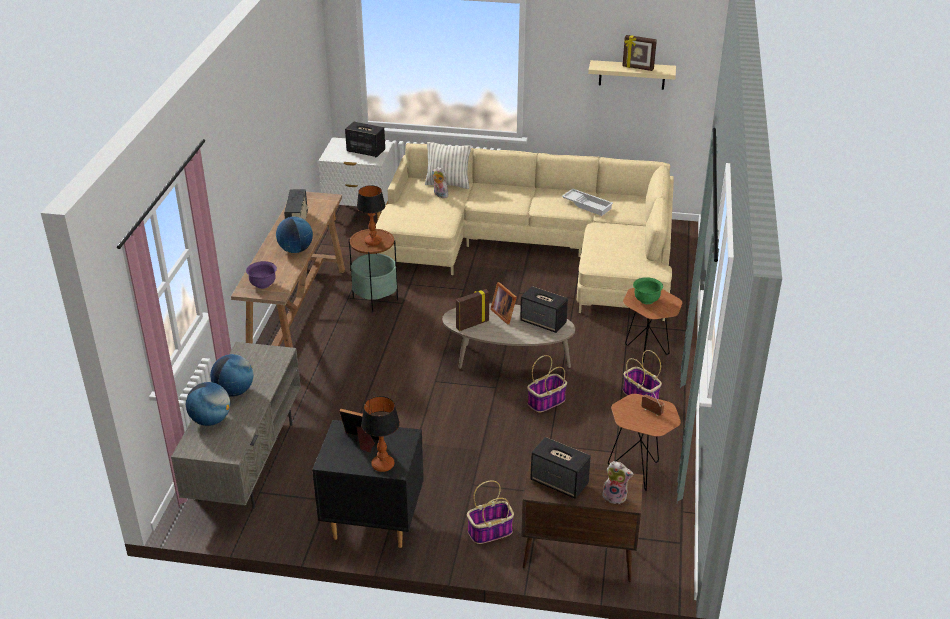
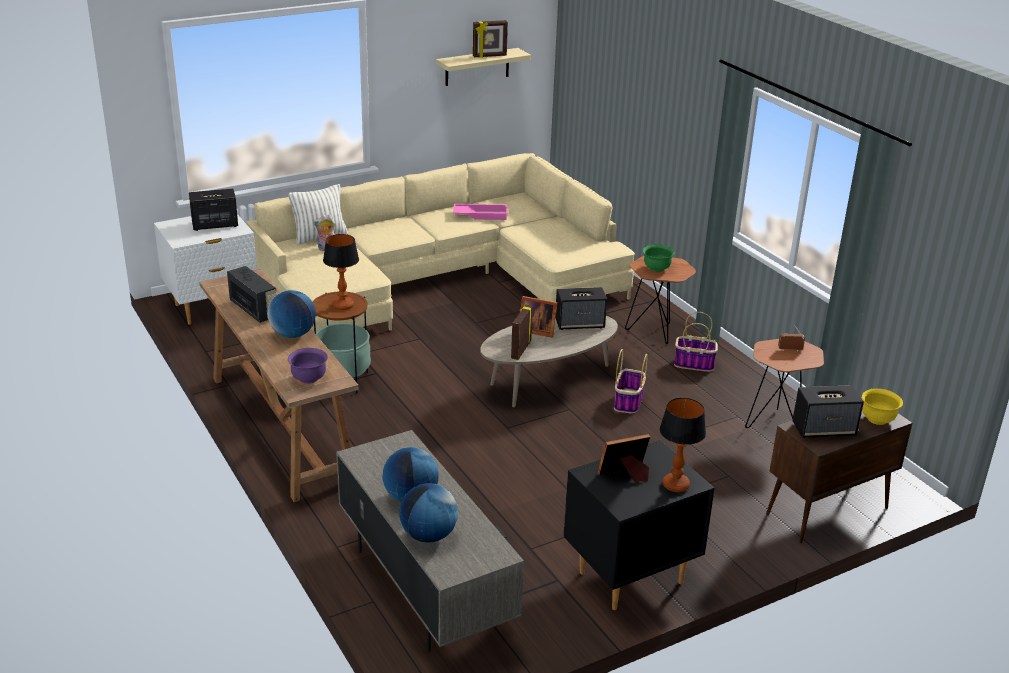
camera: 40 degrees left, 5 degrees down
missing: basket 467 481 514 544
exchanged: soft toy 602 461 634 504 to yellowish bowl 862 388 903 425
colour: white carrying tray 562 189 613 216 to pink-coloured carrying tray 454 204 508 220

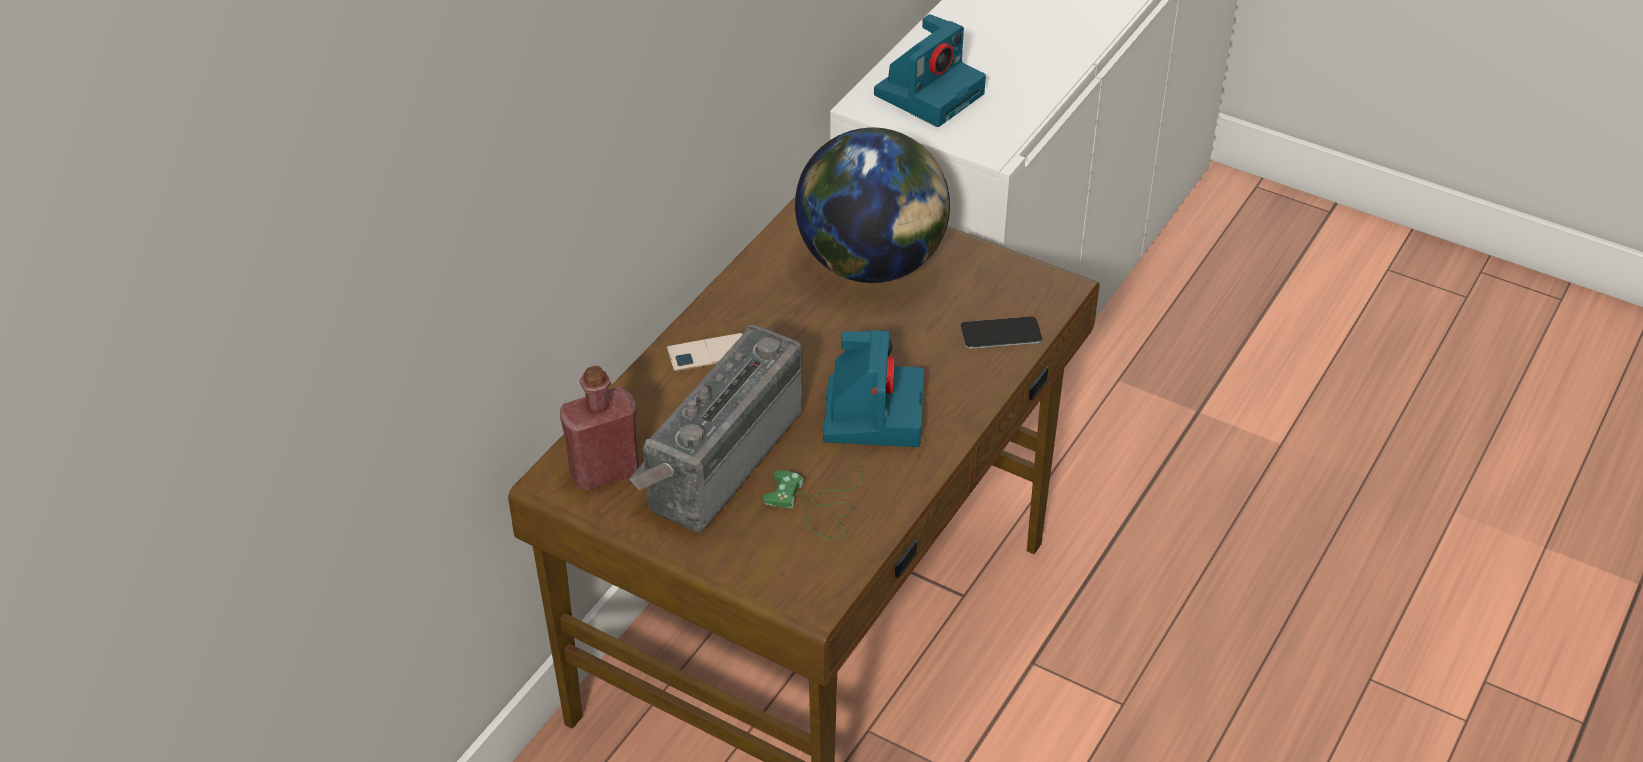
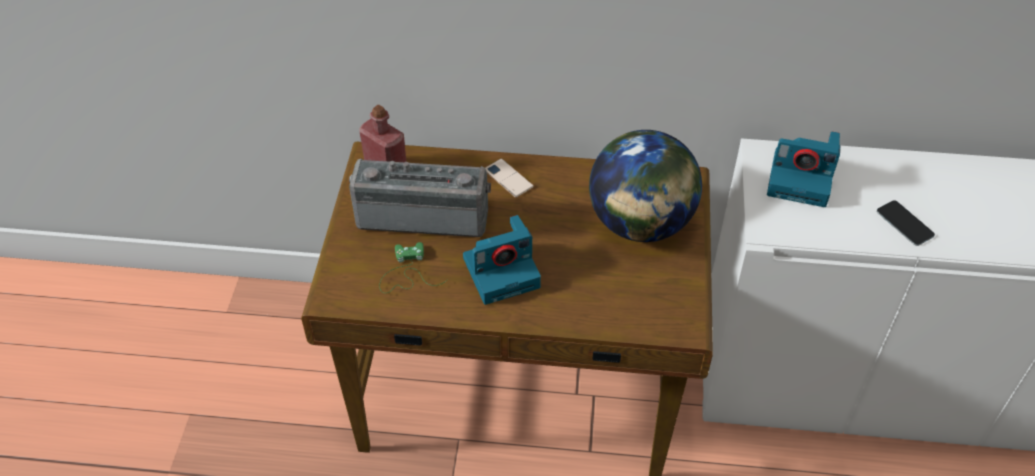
camera: 65 degrees right, 5 degrees up
relocated: phone 960 316 1042 349 to 877 200 935 246

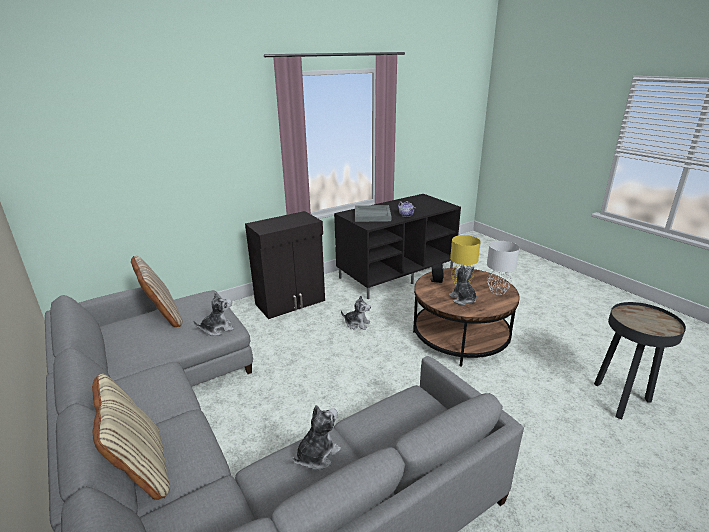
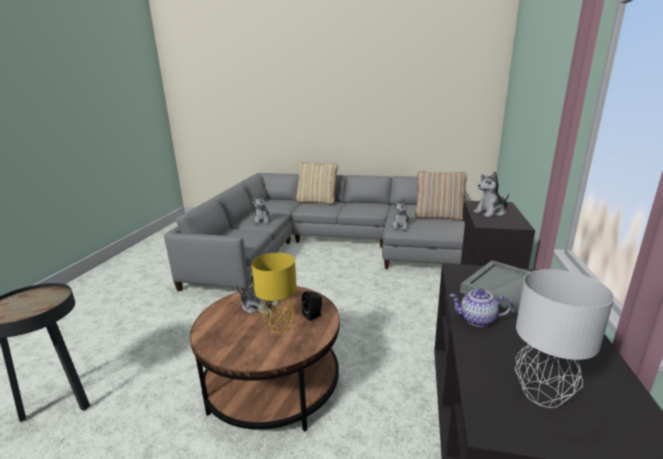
camera: 135 degrees right, 5 degrees down
relocated: soft toy 341 295 371 330 to 473 171 509 217; grey table lamp 487 241 519 295 to 515 269 614 408

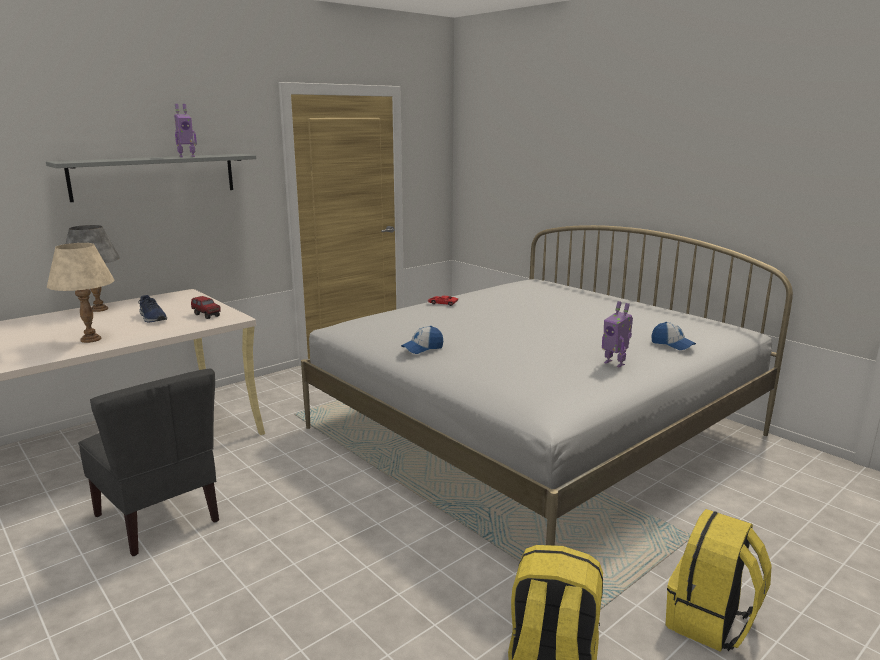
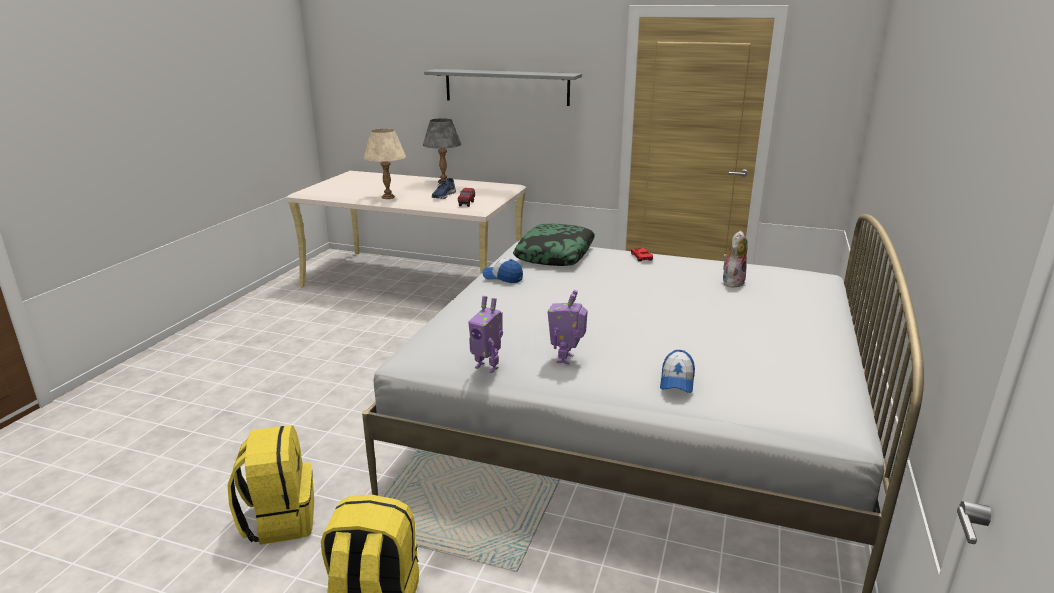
camera: 60 degrees right, 5 degrees up
missing: grey upright chair 78 369 219 556
appeared: cushion 513 224 595 266; soft toy 723 231 748 288
relocated: toy robot 174 104 197 157 to 468 296 503 373

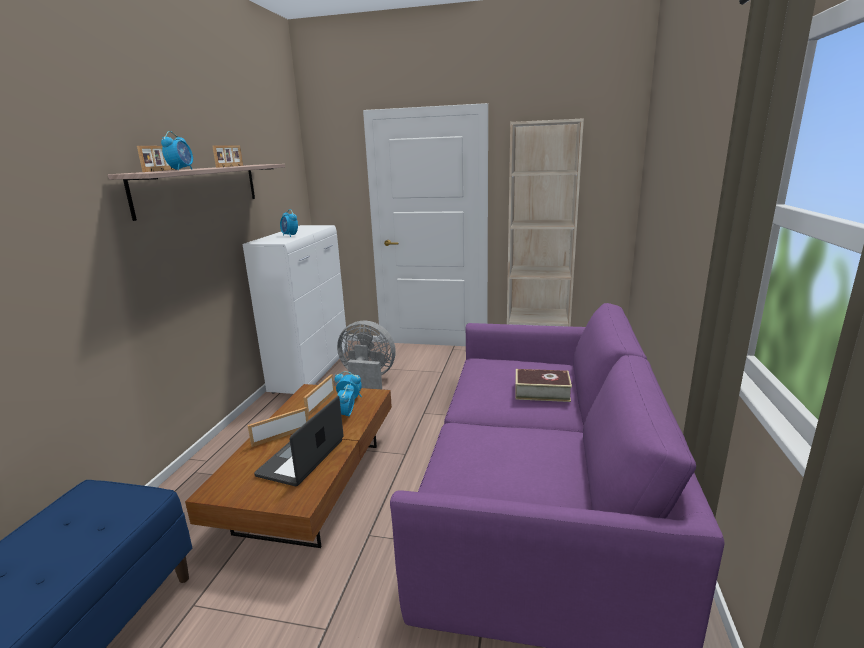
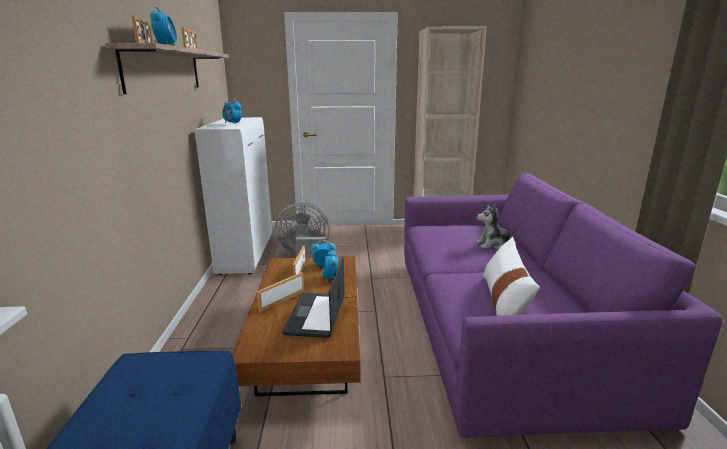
camera: 15 degrees left, 0 degrees up
appeared: white cushion 483 237 540 316
exchanged: book 515 369 572 402 to soft toy 475 204 517 250

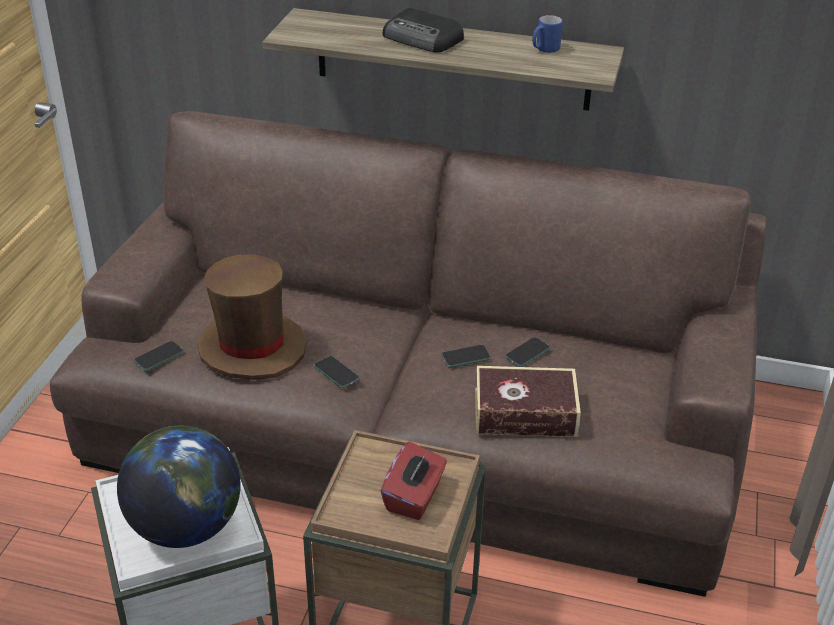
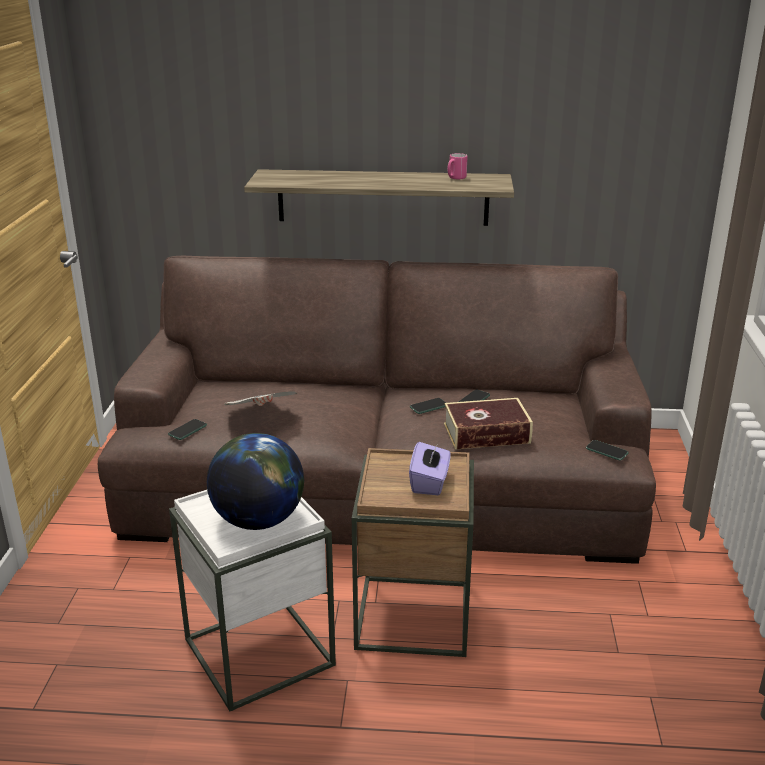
camera: 10 degrees left, 10 degrees down
missing: radio receiver 383 8 464 53
relocated: phone 314 356 360 388 to 586 440 629 460
exchanged: brown-coloured hat 198 255 307 380 to daily paper 224 391 298 406
colour: reddish tissue holder 381 441 447 520 to purple tissue holder 409 441 451 495; blue mug 532 15 563 53 to pink-coloured mug 447 153 467 179

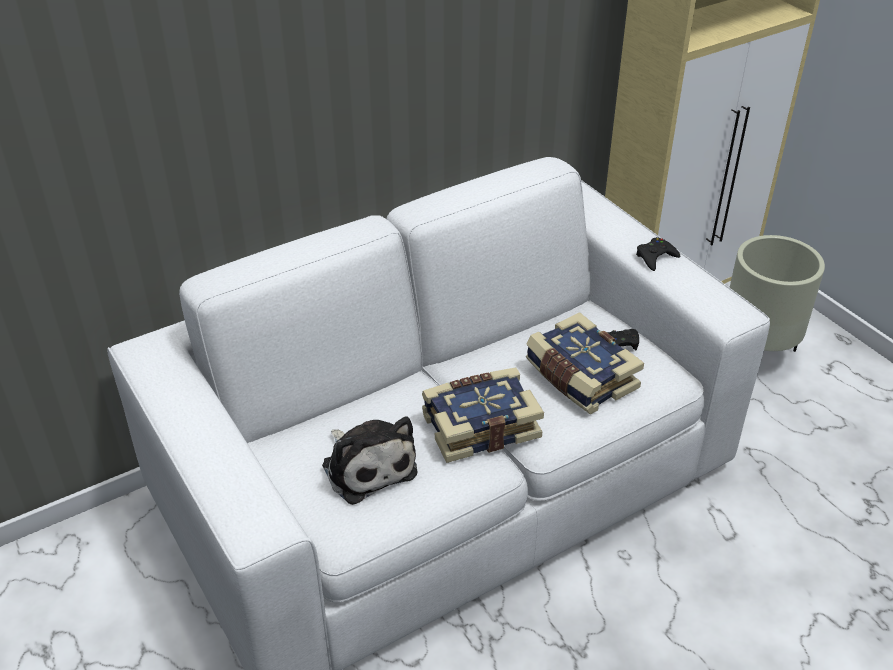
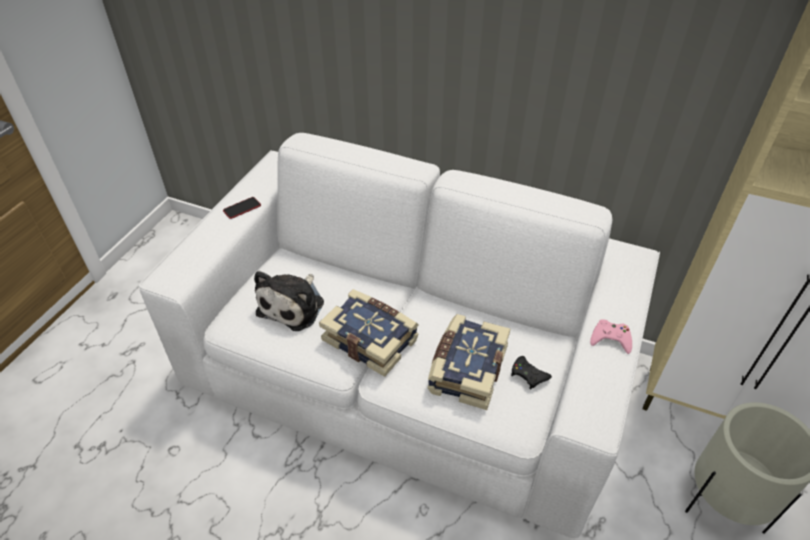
camera: 55 degrees right, 5 degrees up
appeared: phone 223 197 261 219
colour: black joypad 636 237 680 271 to pink-coloured joypad 590 319 632 354

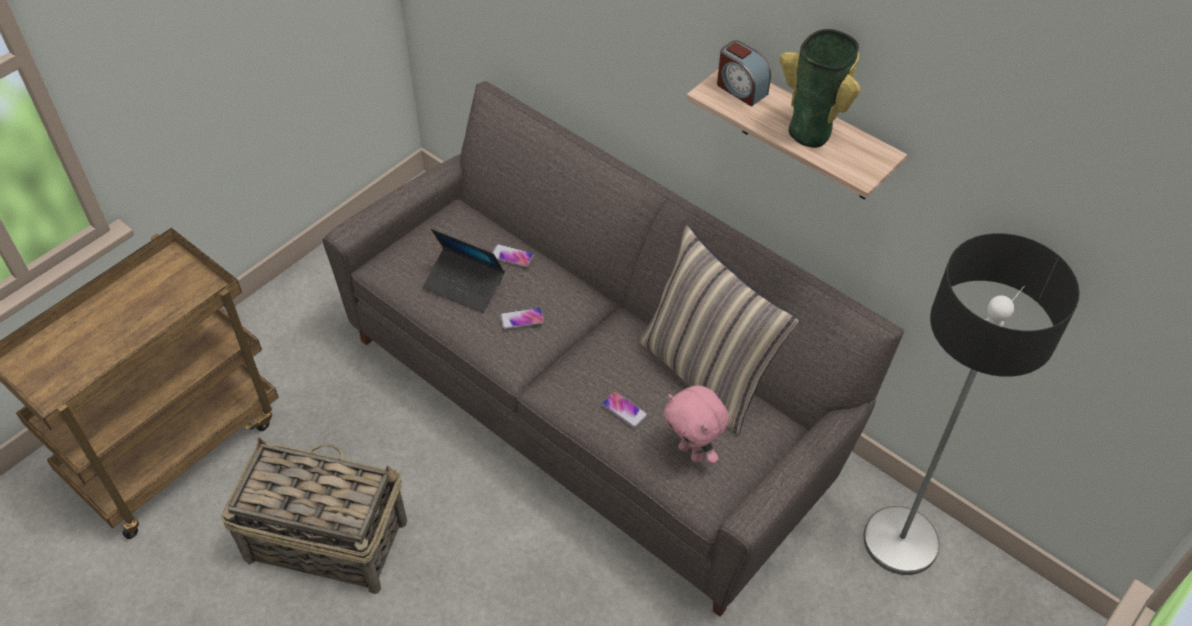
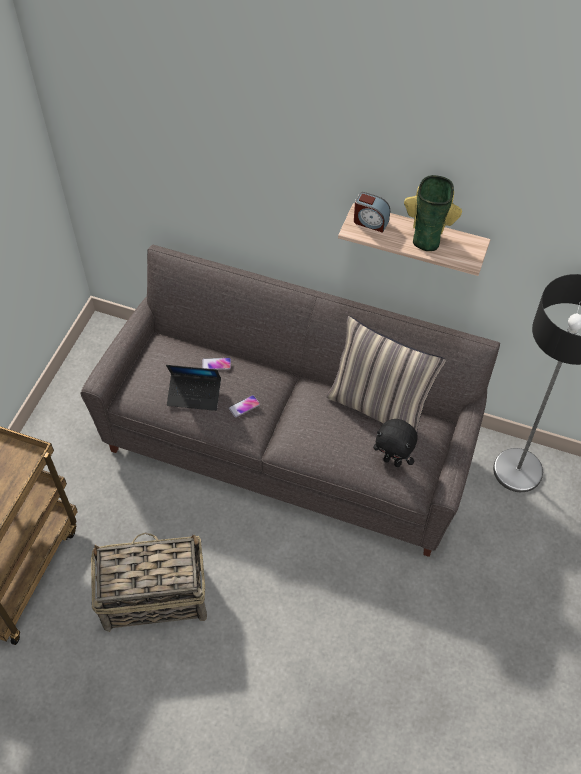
camera: 20 degrees left, 5 degrees up
missing: phone 602 391 648 428
colour: pink-coloured soft toy 664 385 729 464 to black soft toy 373 419 418 467

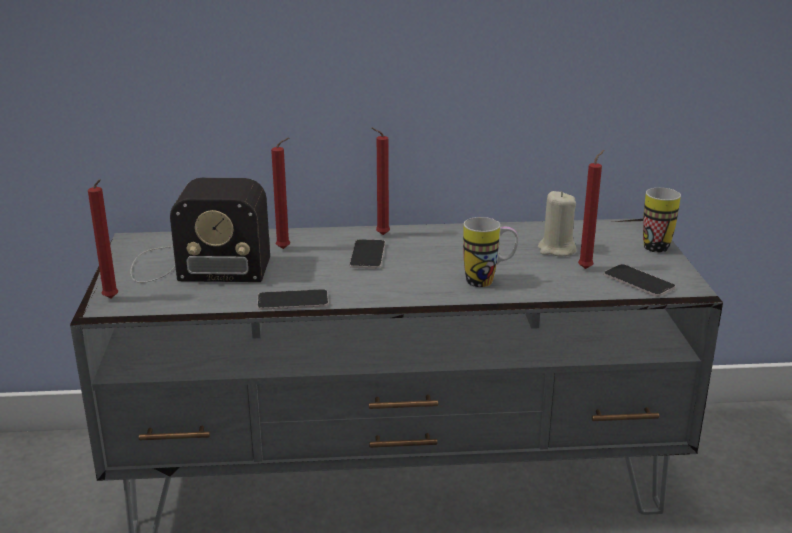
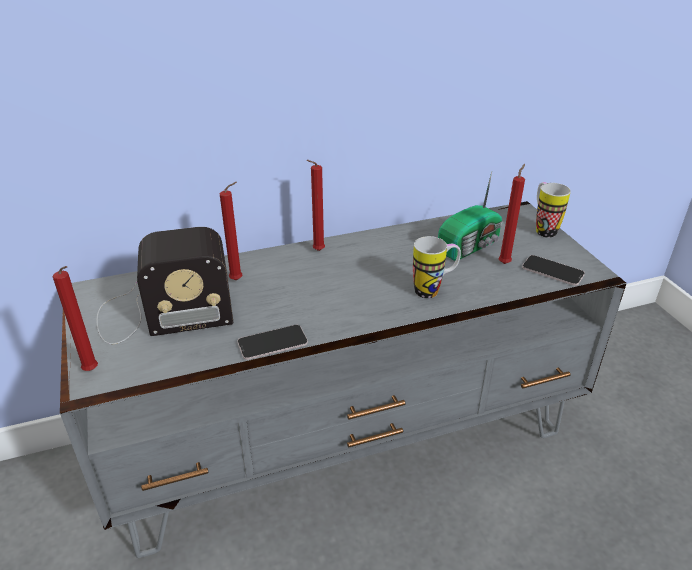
camera: 15 degrees left, 10 degrees up
missing: phone 349 239 385 269
exchanged: beige wax candle 538 191 576 256 to radio receiver 438 172 503 261

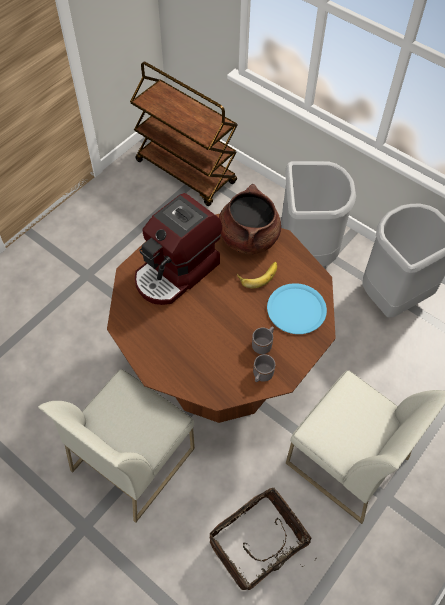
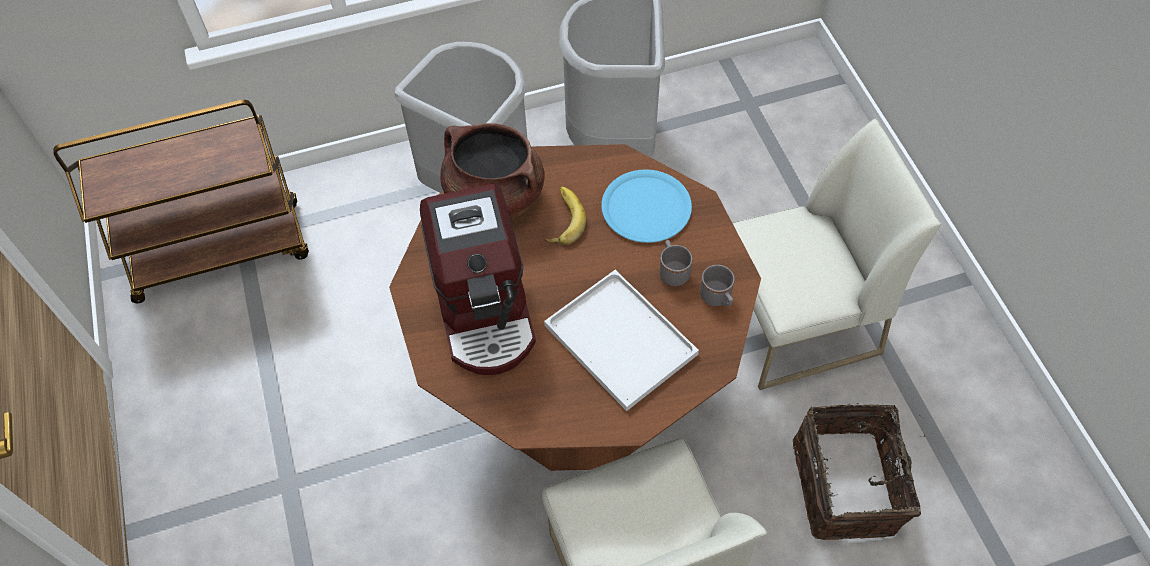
camera: 55 degrees left, 0 degrees up
appeared: white carrying tray 544 270 699 411

